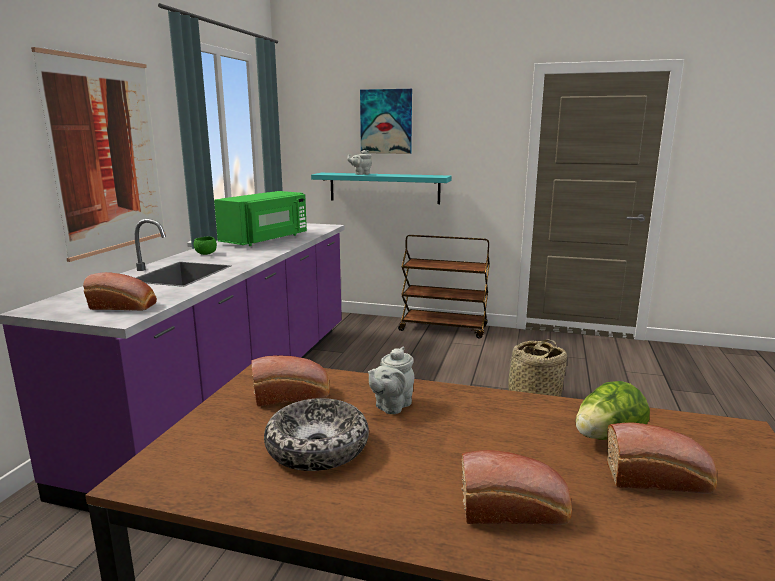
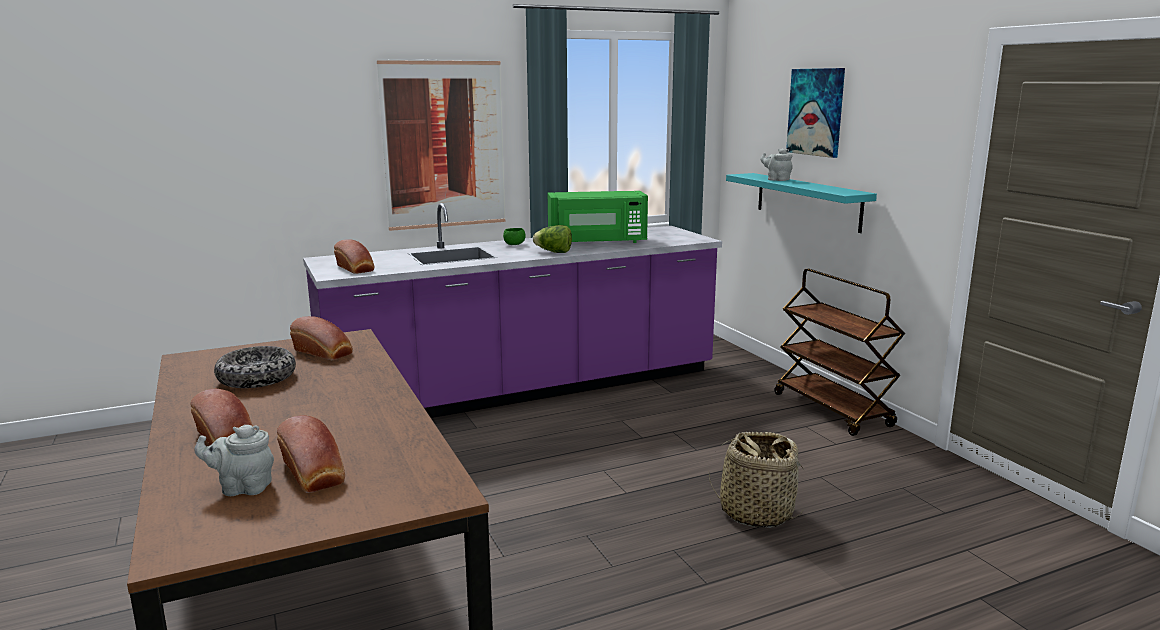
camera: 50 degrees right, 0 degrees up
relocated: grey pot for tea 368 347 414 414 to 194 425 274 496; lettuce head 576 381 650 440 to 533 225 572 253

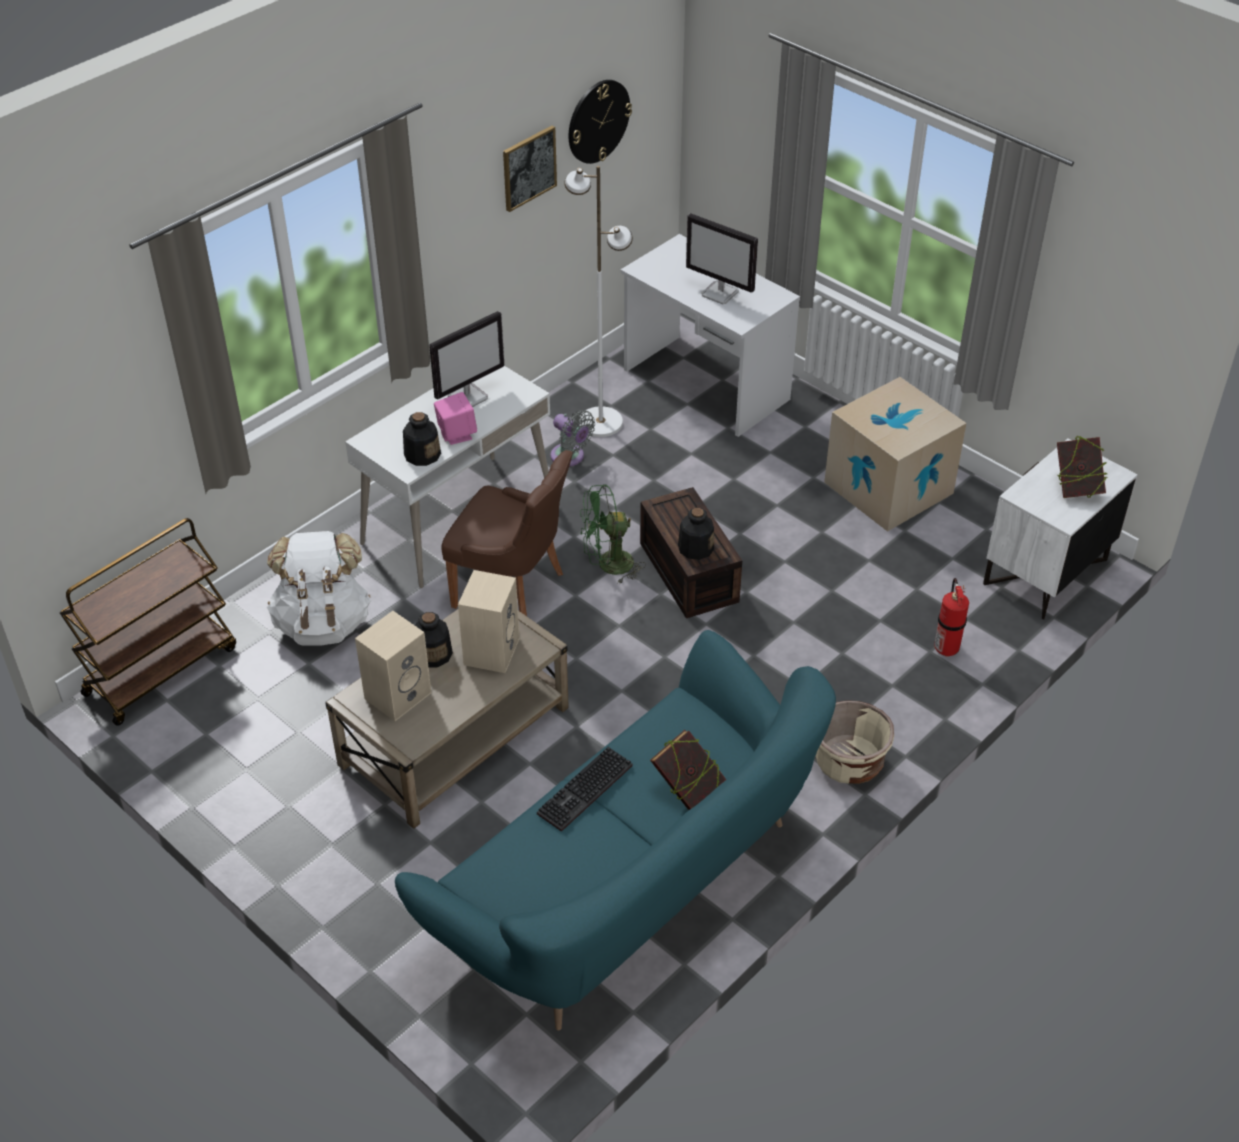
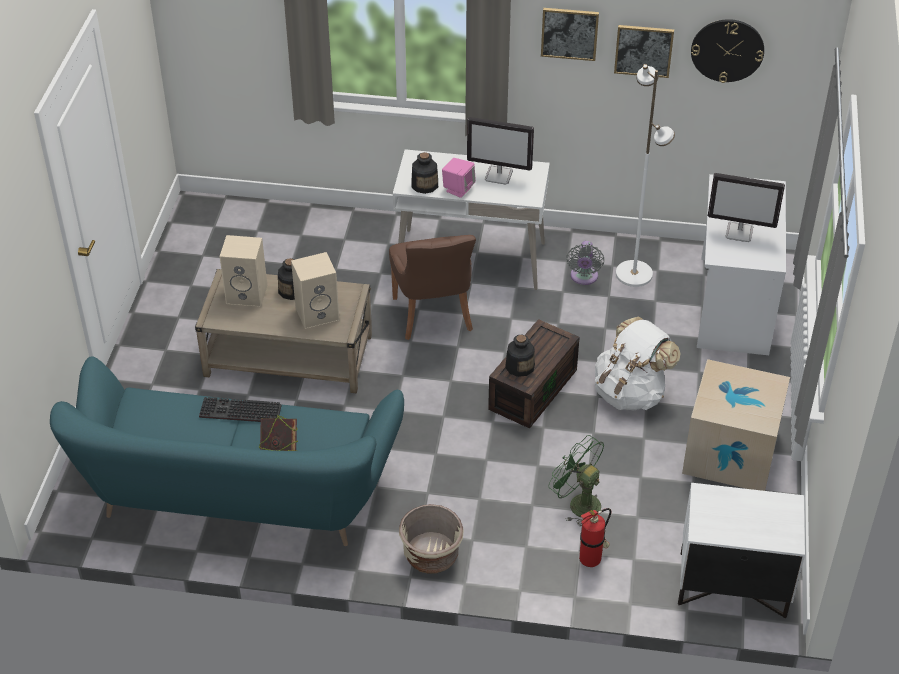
camera: 55 degrees right, 0 degrees up
missing: brown-coloured cart 60 518 236 726; book 1057 436 1108 498
appeared: wall picture 541 8 599 61
relocated: white rucksack 267 531 371 646 to 595 316 681 410; greenish cooling fan 580 484 646 584 to 548 435 604 526
spun: monitor 686 213 758 304 = 708 173 785 242 75 degrees counterclockwise

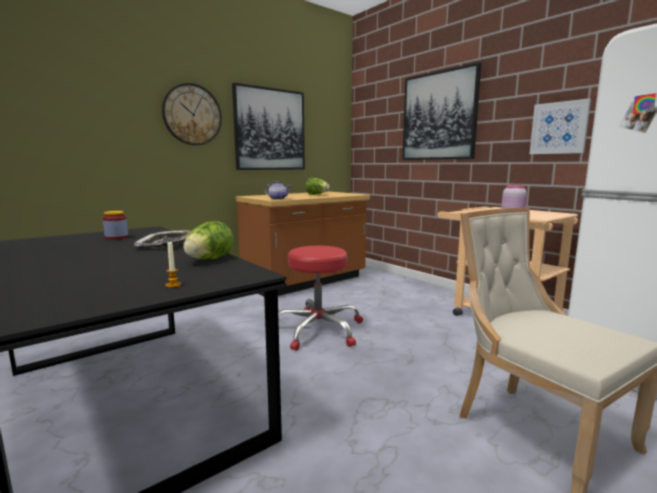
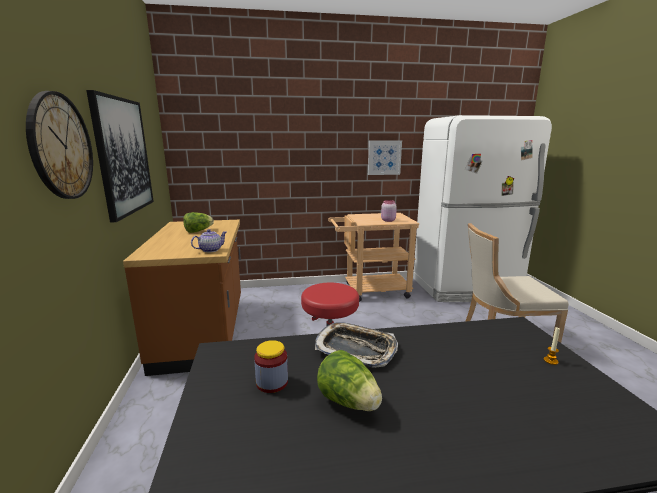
camera: 60 degrees left, 5 degrees up
missing: wall picture 402 62 481 160
relocated: lettuce head 183 221 234 259 to 317 350 382 411

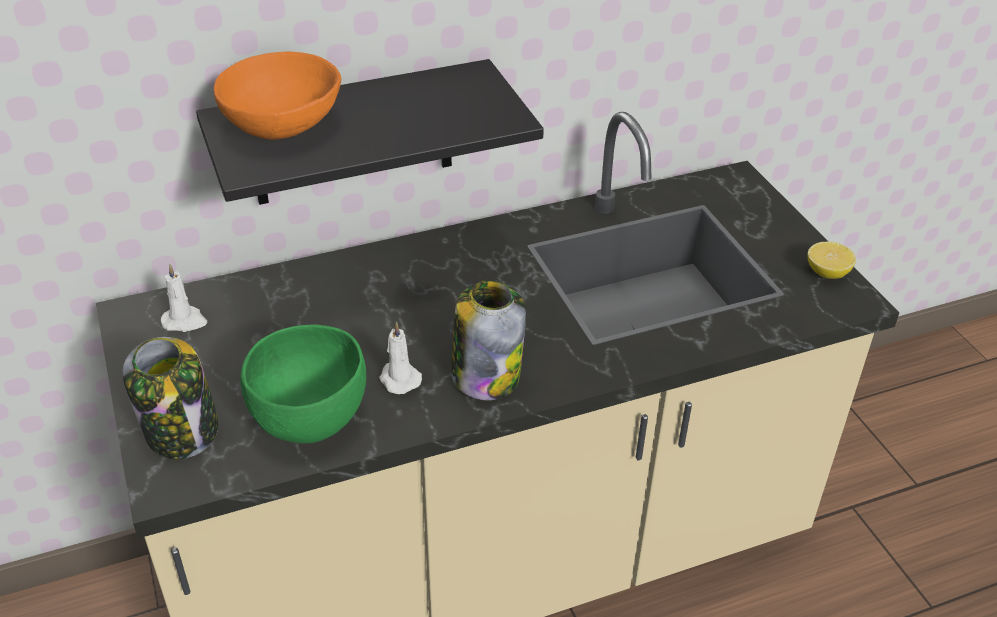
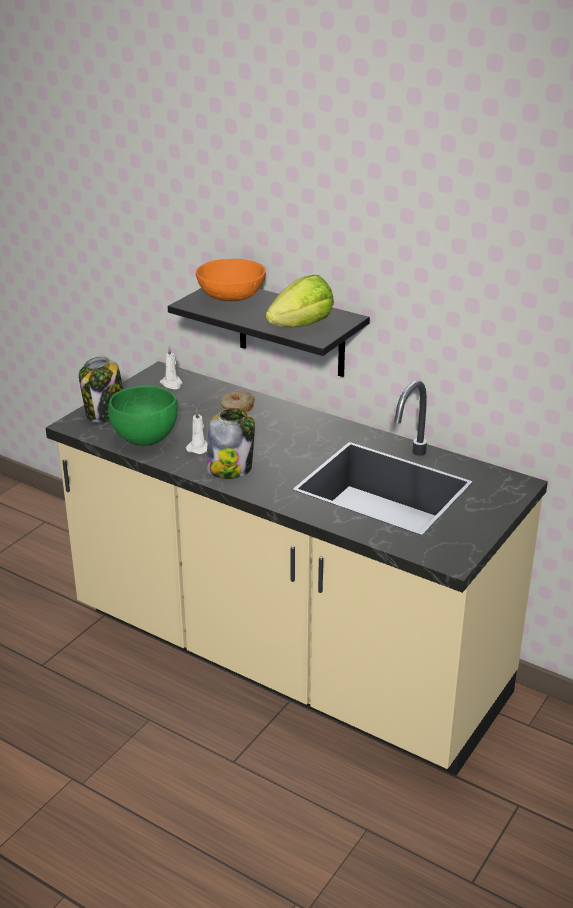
camera: 55 degrees right, 10 degrees down
missing: citrus fruit 808 242 856 279
appeared: donut 220 391 255 412; lettuce head 266 275 334 328

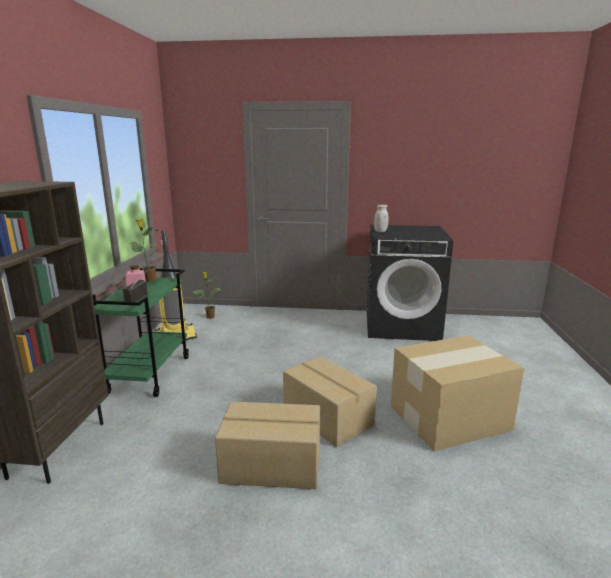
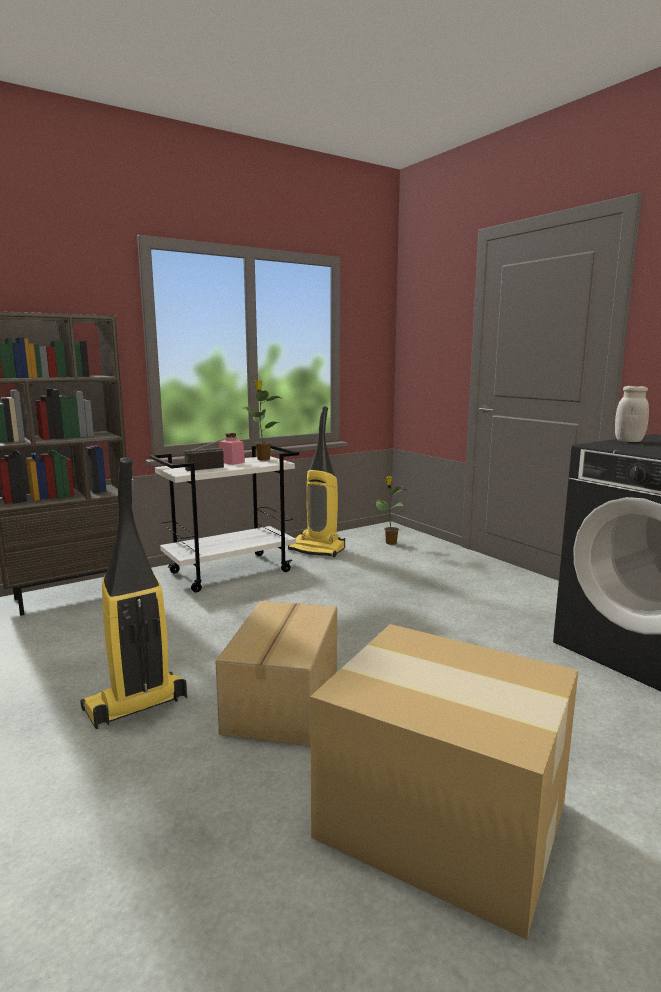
camera: 50 degrees right, 5 degrees down
exchanged: cardboard box 215 401 320 489 to hoover 80 458 187 729
colour: greenish cart 93 268 189 397 to white cart 149 445 299 593

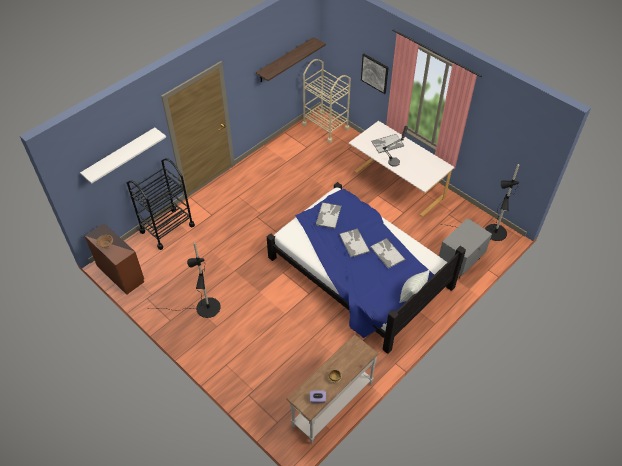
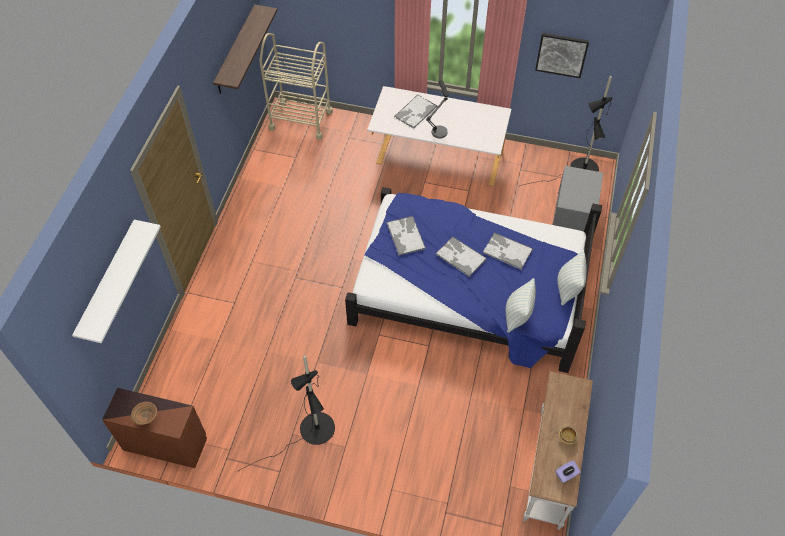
camera: 30 degrees left, 5 degrees up
missing: black cart 127 158 195 250
appeared: cushion 506 278 536 333
relocated: wall picture 361 54 389 94 to 535 33 589 78

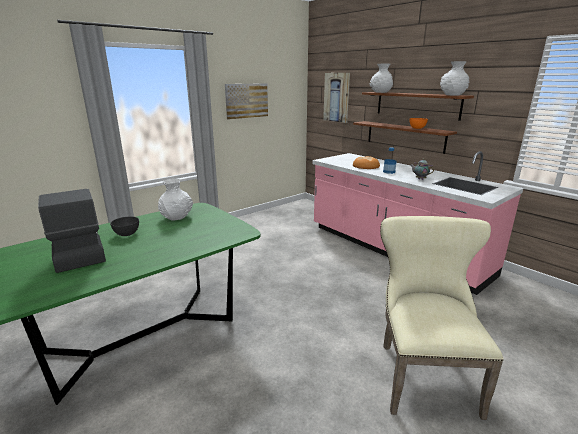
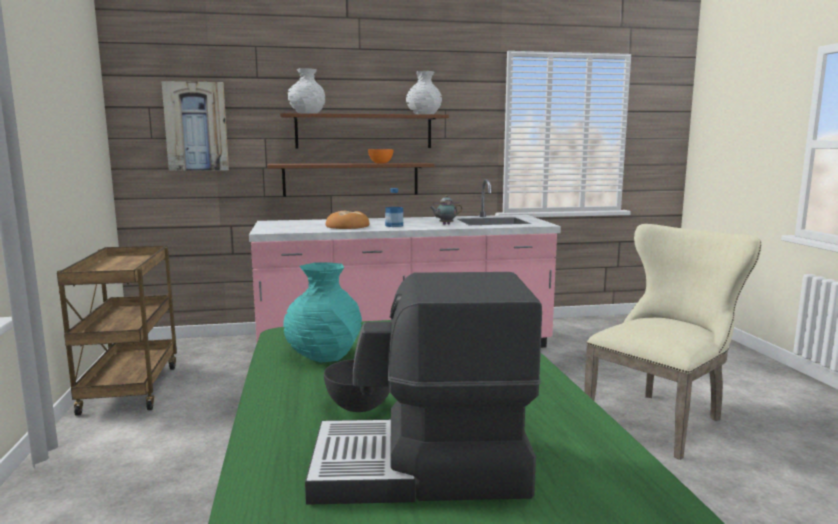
camera: 60 degrees left, 10 degrees down
missing: wall picture 225 83 268 119
appeared: brown-coloured cart 57 246 177 416
colour: white decorative vase 158 179 193 221 to blue-green decorative vase 283 262 362 363
spun: beige upright chair 380 216 504 420 = 585 224 761 460 105 degrees clockwise

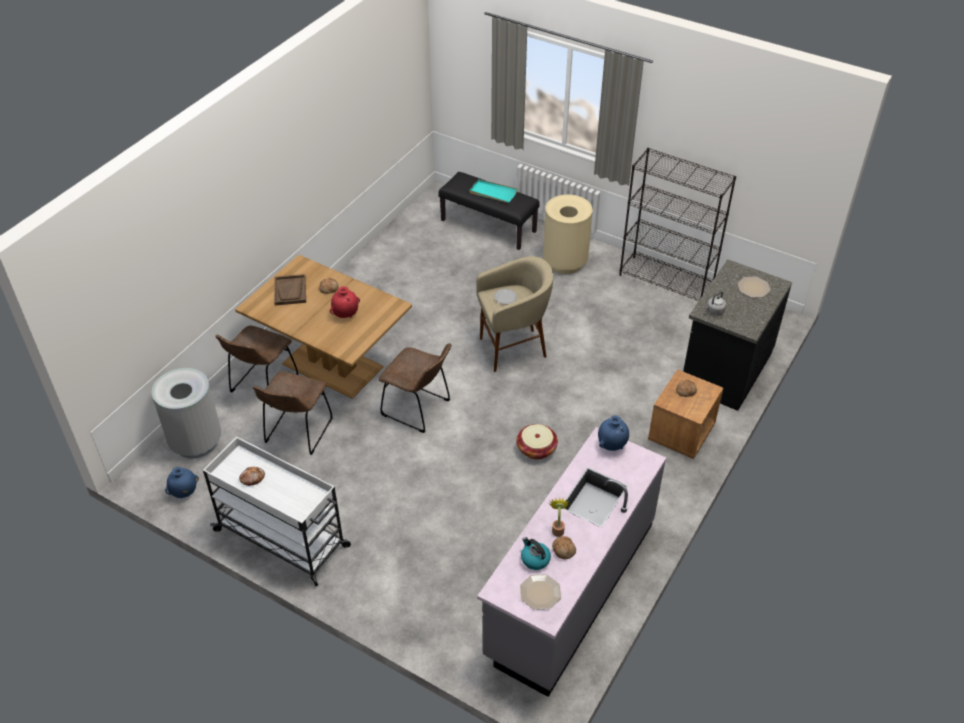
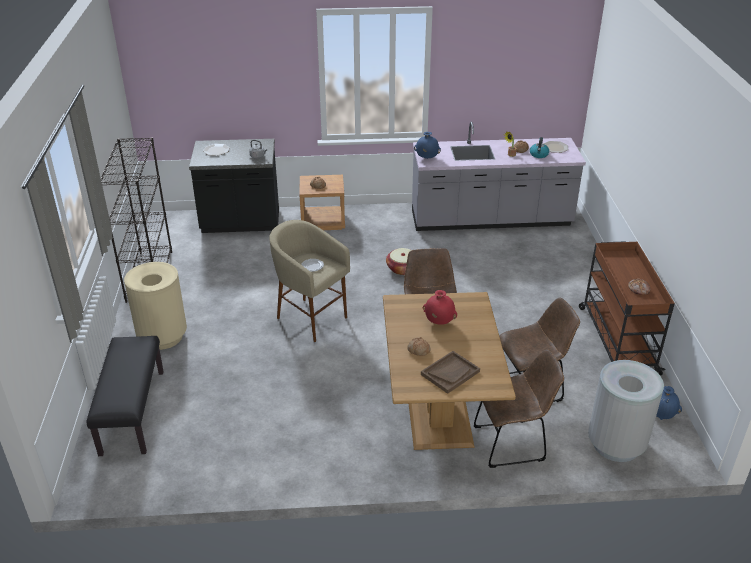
camera: 125 degrees left, 10 degrees down
missing: blue-green carrying tray 469 179 518 203
colour: white cart 203 437 351 586 to brown-coloured cart 579 241 675 376

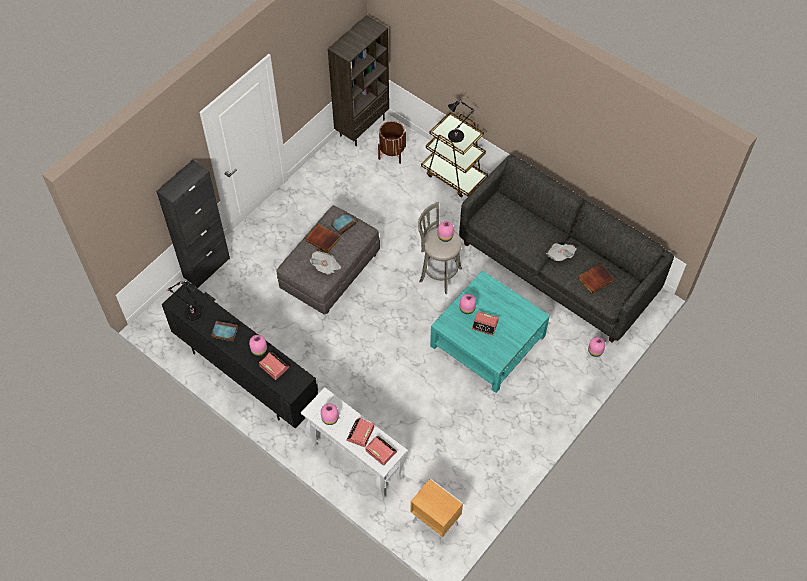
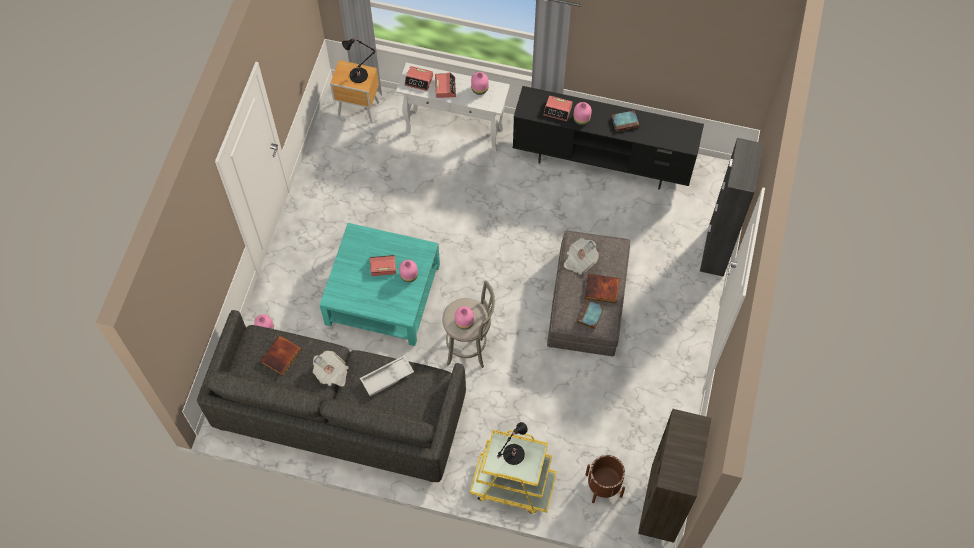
camera: 155 degrees right, 5 degrees up
appeared: white carrying tray 360 355 414 396
relocated: black table lamp 167 281 202 320 to 342 38 377 83
colour: brown-coloured cart 421 111 488 198 to yellowish cart 470 430 557 514

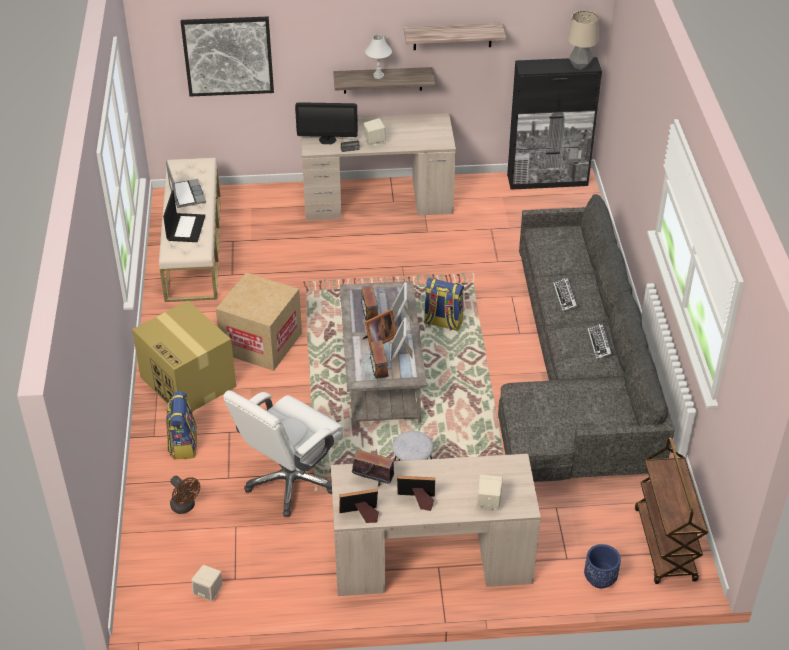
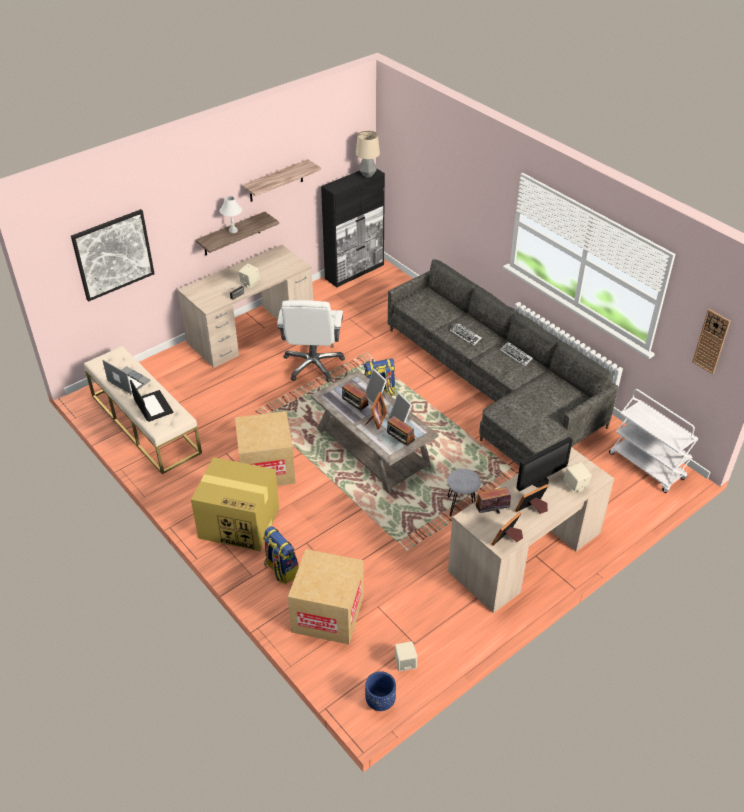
camera: 35 degrees left, 0 degrees up
appeared: wall clock 692 309 731 374
relocated: white computer chair 223 390 344 517 to 277 300 345 382; monitor 295 102 358 144 to 516 437 573 491; blue flower pot 584 544 621 588 to 365 671 396 711
exchanged: brown-coloured cooling fan 170 476 200 514 to cardboard box 288 549 364 645
colour: brown-coloured cart 635 437 708 584 to white cart 609 389 698 493

